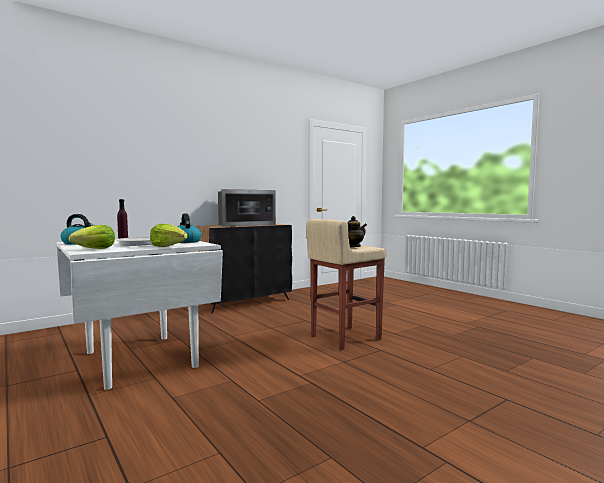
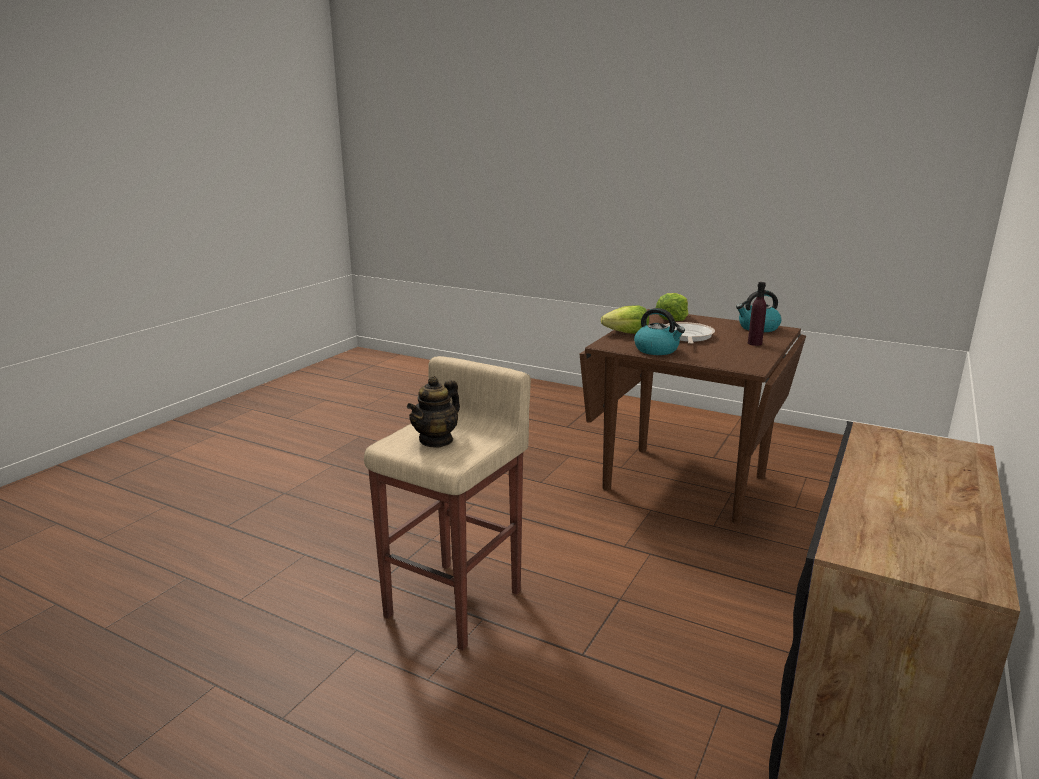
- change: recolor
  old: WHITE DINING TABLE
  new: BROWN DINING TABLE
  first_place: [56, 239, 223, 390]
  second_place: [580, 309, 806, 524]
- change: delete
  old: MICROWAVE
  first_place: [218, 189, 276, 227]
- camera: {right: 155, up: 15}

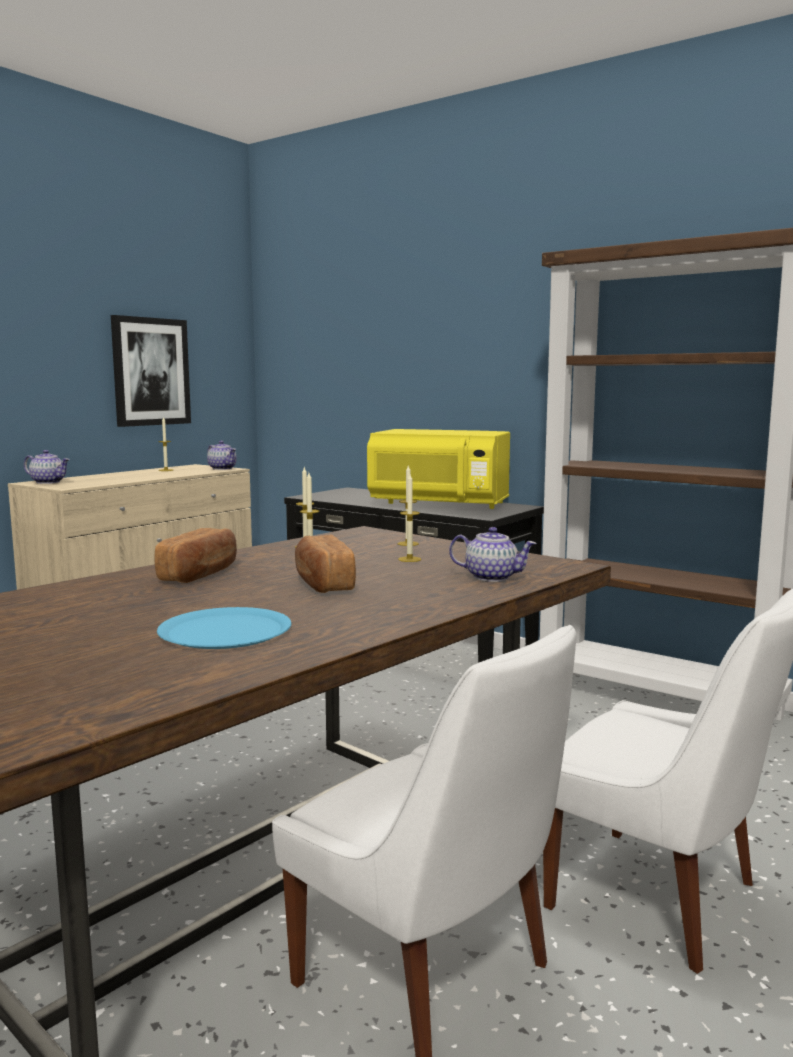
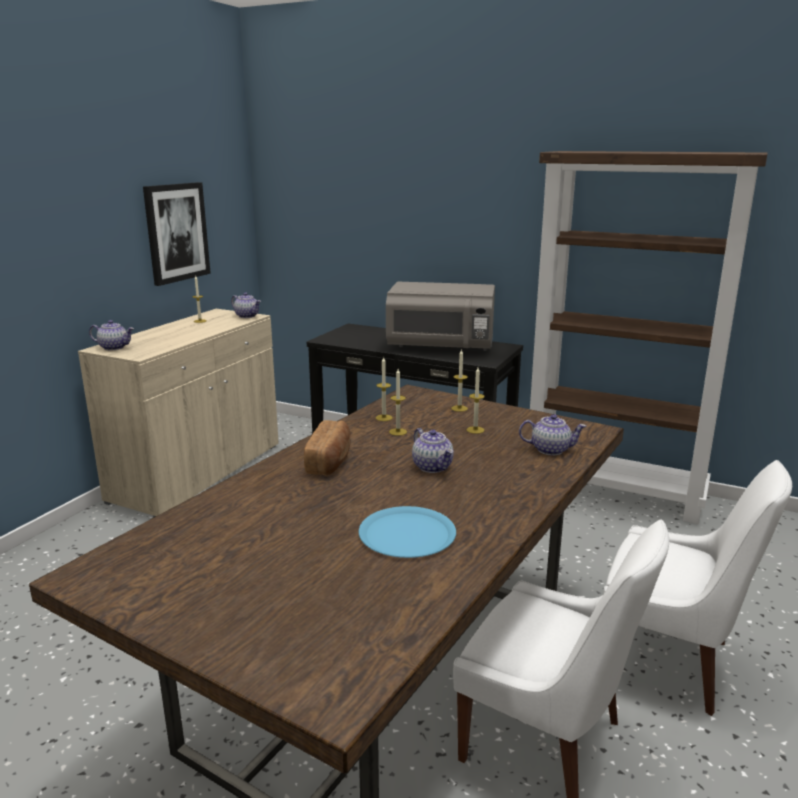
- change: replace
  old: BREAD
  new: TEAPOT
  first_place: [295, 534, 356, 593]
  second_place: [412, 428, 454, 473]
- change: recolor
  old: YELLOW MICROWAVE
  new: GREY MICROWAVE
  first_place: [367, 429, 510, 509]
  second_place: [386, 282, 495, 351]
- camera: {right: -10, up: 10}

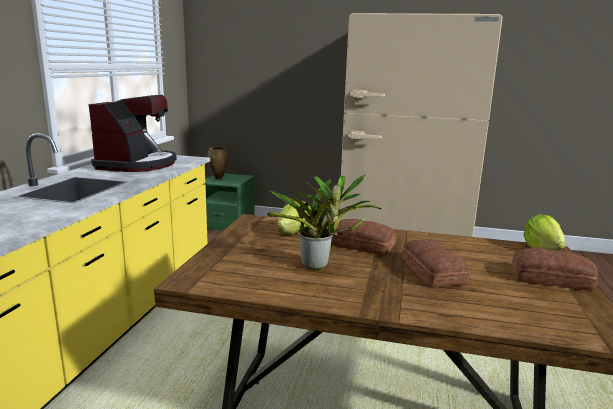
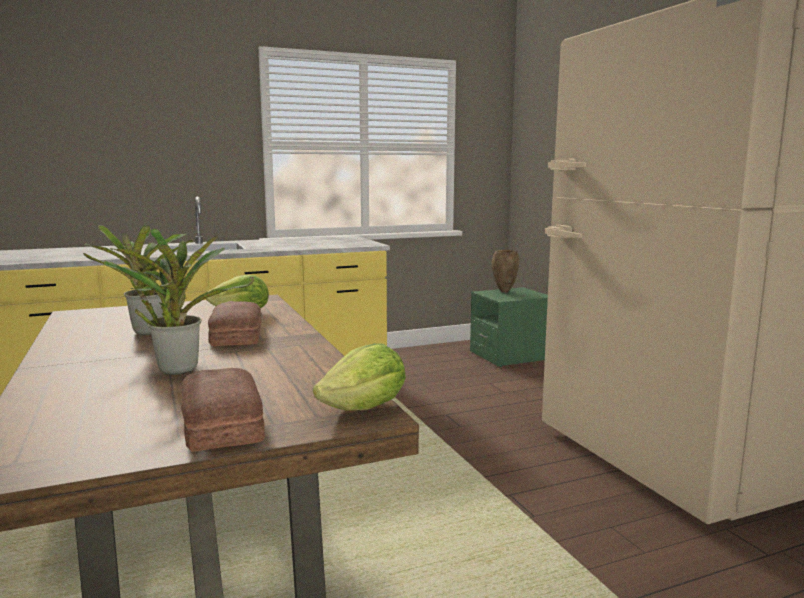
- change: delete
  old: COFFEE MACHINE
  first_place: [89, 95, 177, 172]
- change: replace
  old: BREAD
  new: POTTED PLANT
  first_place: [402, 239, 469, 287]
  second_place: [104, 228, 254, 375]
- camera: {right: 55, up: -5}

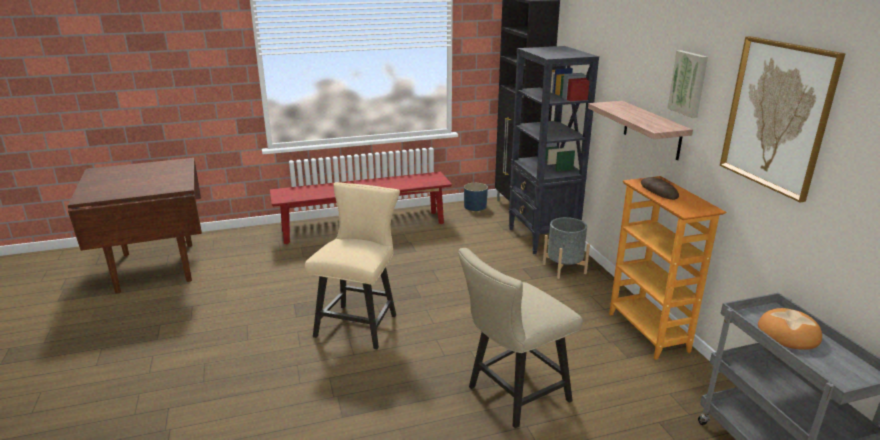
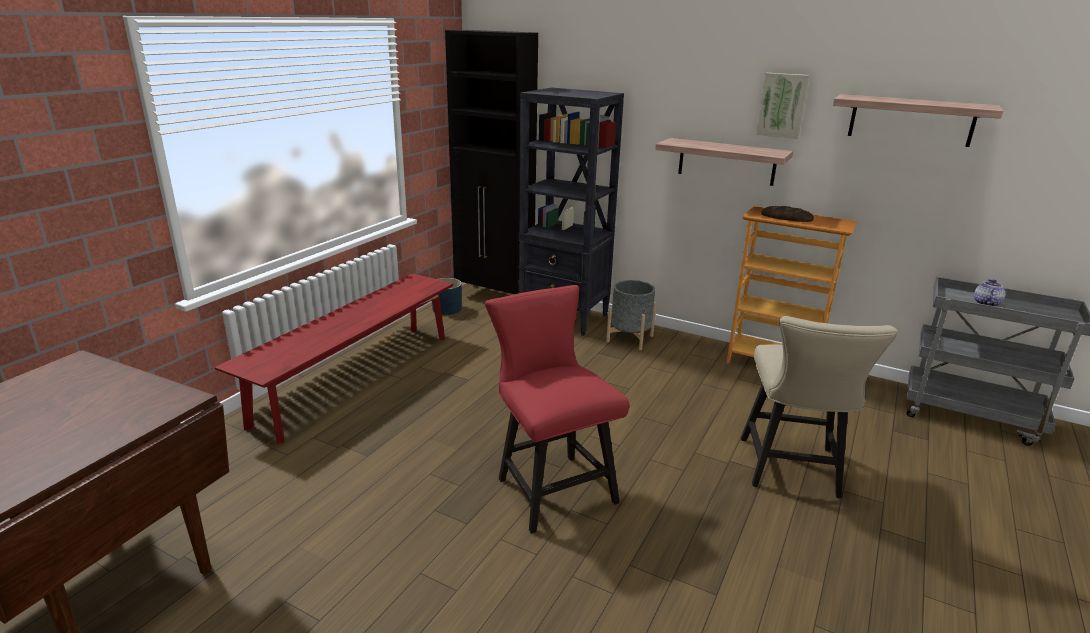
- change: recolor
  old: BEIGE CHAIR
  new: RED CHAIR
  first_place: [305, 182, 400, 349]
  second_place: [485, 285, 629, 534]
- change: replace
  old: PICTURE
  new: SHELF
  first_place: [720, 36, 846, 202]
  second_place: [833, 94, 1003, 147]
- change: replace
  old: BREAD
  new: TEAPOT
  first_place: [758, 308, 822, 350]
  second_place: [974, 279, 1006, 306]
- camera: {right: -45, up: 0}

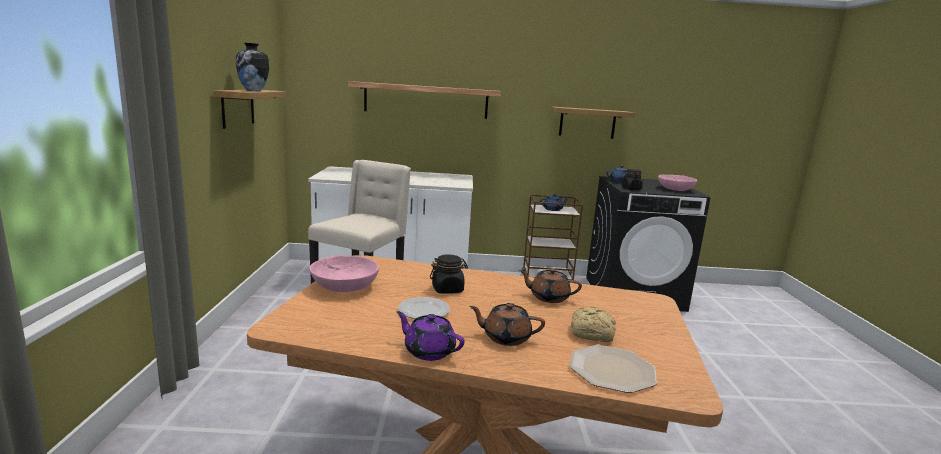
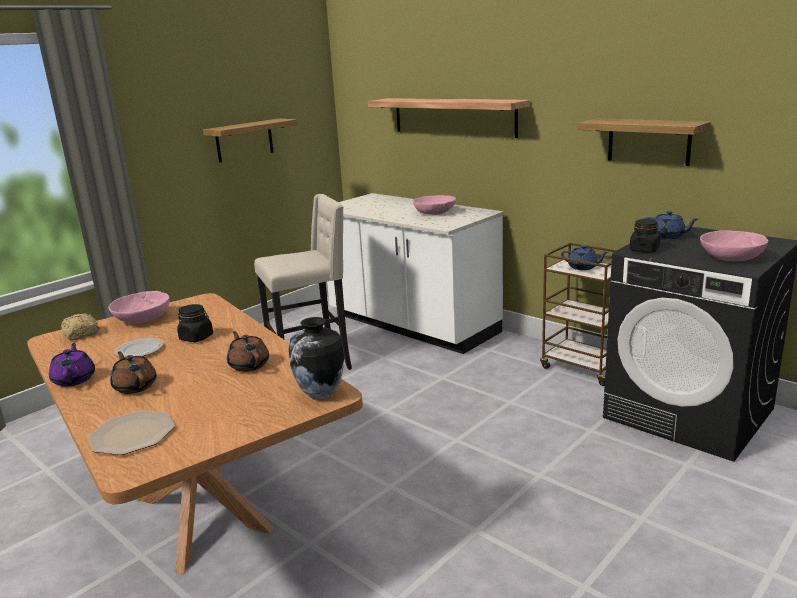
- change: move
  old: VASE
  first_place: [236, 43, 269, 91]
  second_place: [289, 317, 344, 400]
- change: move
  old: BREAD
  first_place: [571, 307, 616, 342]
  second_place: [61, 313, 100, 340]
- change: insert
  new: PINK BOWL
  second_place: [413, 195, 456, 215]
- camera: {right: 45, up: 5}

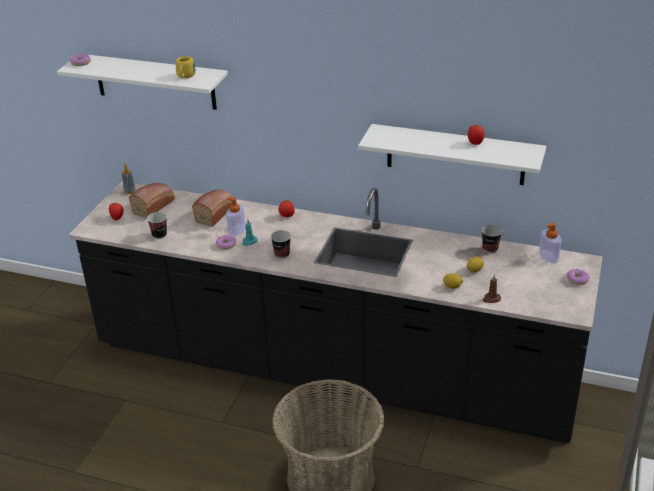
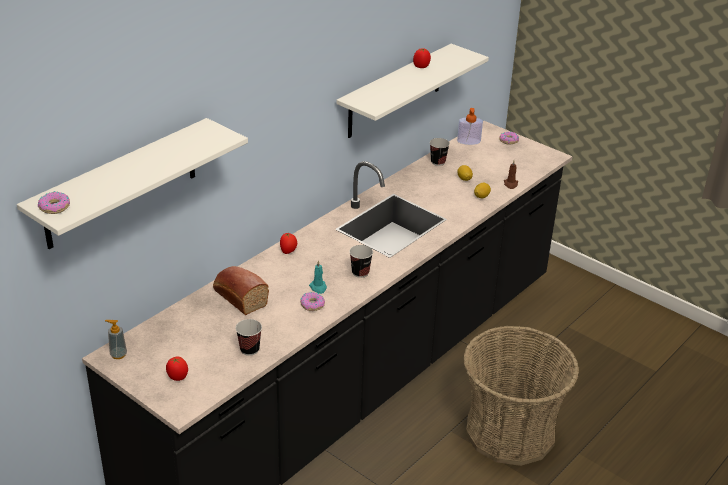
- change: delete
  old: BREAD
  first_place: [129, 183, 175, 219]
- change: delete
  old: YELLOW MUG
  first_place: [176, 56, 196, 78]
- change: delete
  old: SOAP DISPENSER
  first_place: [226, 197, 246, 236]
- camera: {right: -70, up: 0}

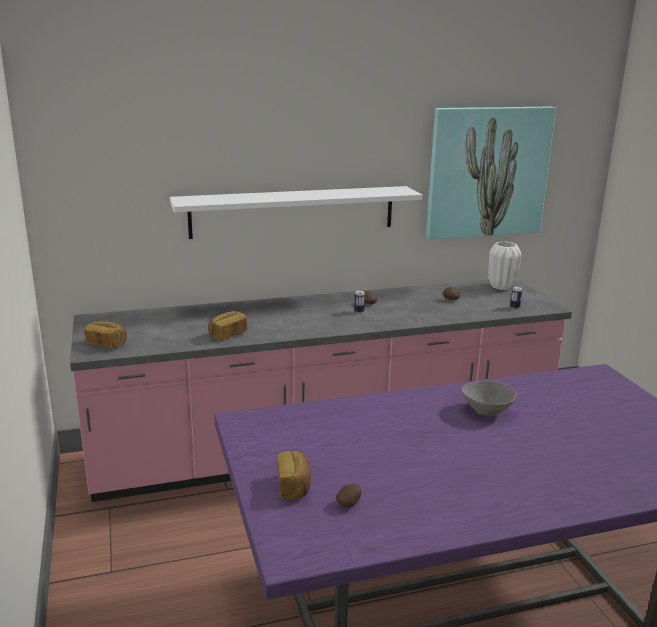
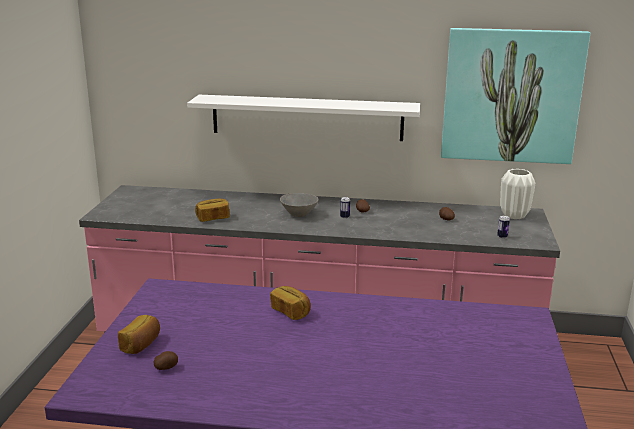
- change: move
  old: BREAD
  first_place: [84, 321, 127, 349]
  second_place: [270, 286, 311, 320]
- change: move
  old: GREY BOWL
  first_place: [462, 381, 516, 416]
  second_place: [280, 193, 318, 217]
- camera: {right: 25, up: 0}

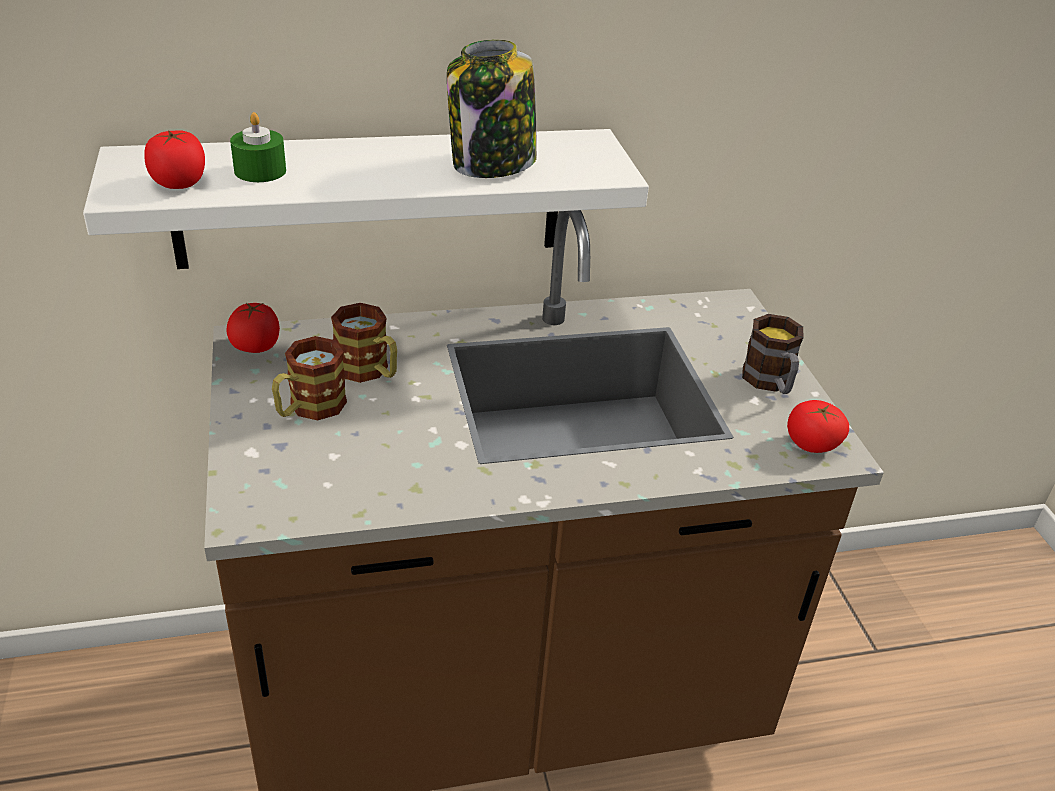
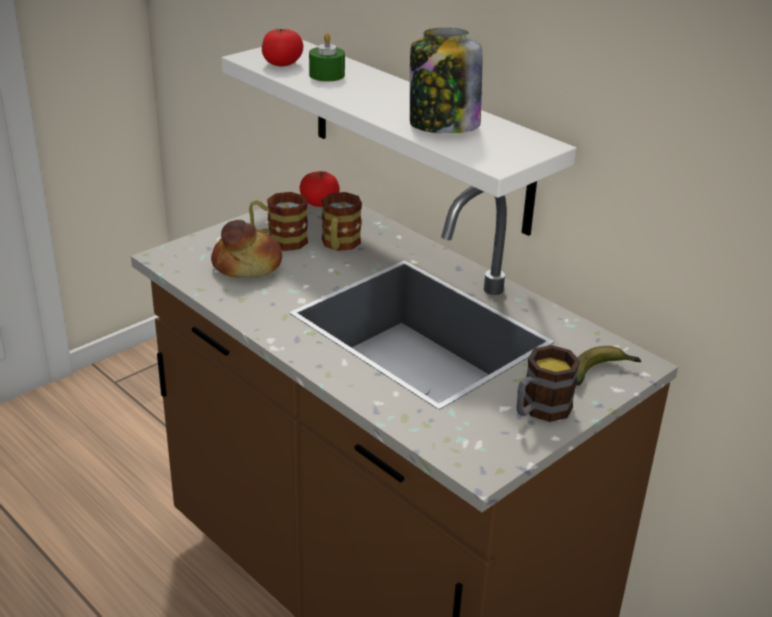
- change: delete
  old: TOMATO
  first_place: [787, 400, 849, 453]
- change: insert
  new: BREAD
  second_place: [211, 220, 282, 278]
- change: insert
  new: BANANA
  second_place: [576, 346, 641, 386]
- camera: {right: 60, up: -5}

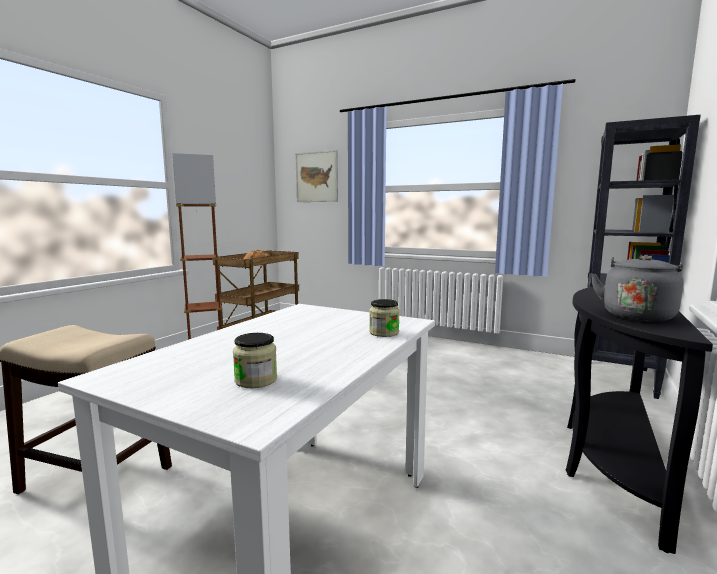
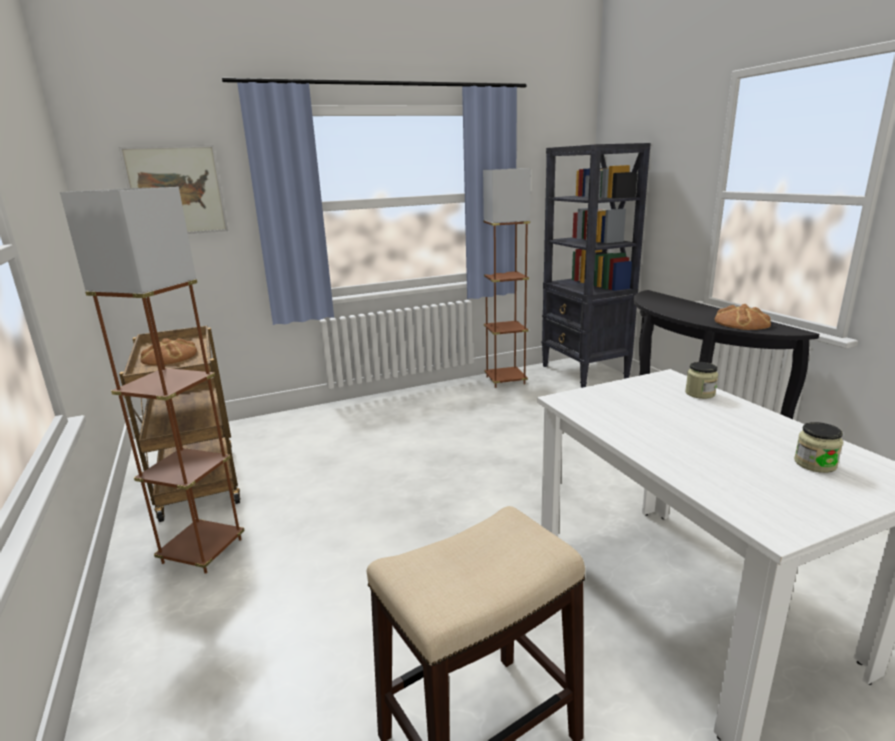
- change: replace
  old: GREY KETTLE
  new: BREAD
  first_place: [591, 255, 683, 322]
  second_place: [715, 304, 771, 330]
- change: insert
  new: BROWN FLOOR LAMP
  second_place: [483, 168, 531, 388]
- camera: {right: -50, up: 10}

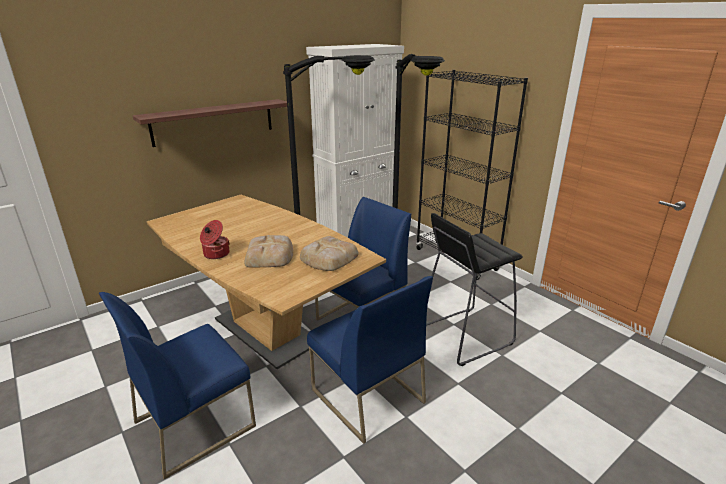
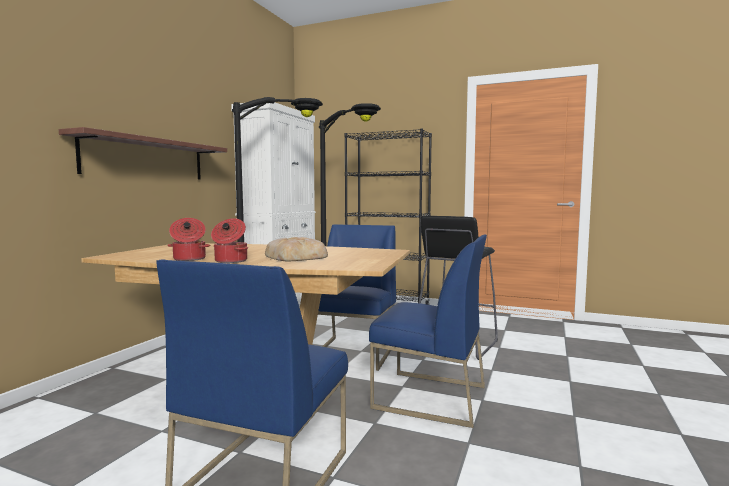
- change: delete
  old: BREAD
  first_place: [300, 236, 359, 271]
- change: insert
  new: COOKING POT
  second_place: [167, 218, 210, 261]
- camera: {right: -30, up: -20}

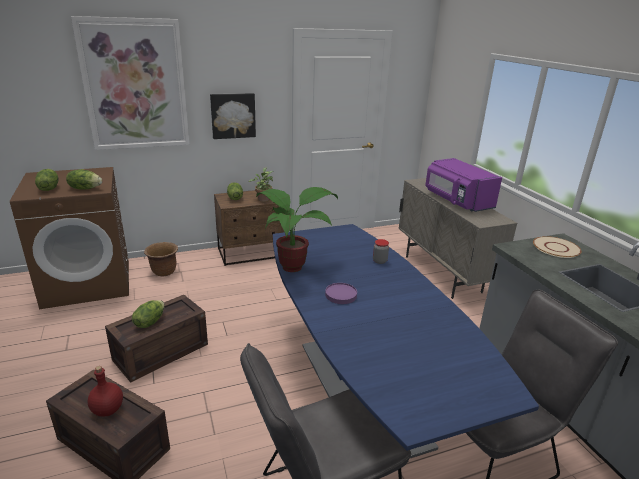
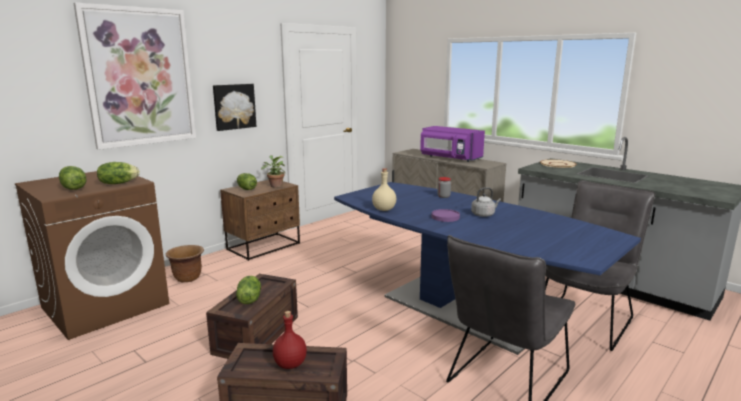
- change: replace
  old: POTTED PLANT
  new: BEIGE BOTTLE
  first_place: [256, 187, 338, 272]
  second_place: [372, 168, 396, 211]
- change: insert
  new: GREY KETTLE
  second_place: [471, 187, 501, 217]
- camera: {right: -25, up: -10}

